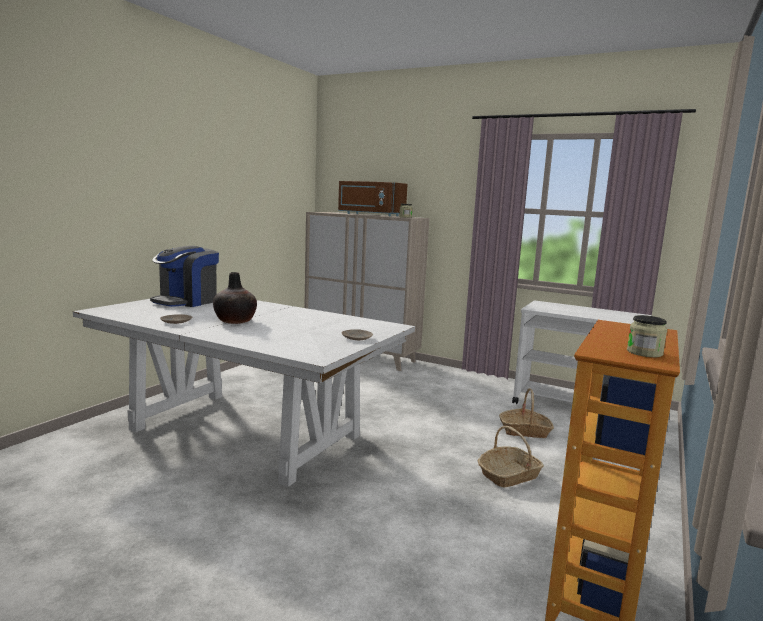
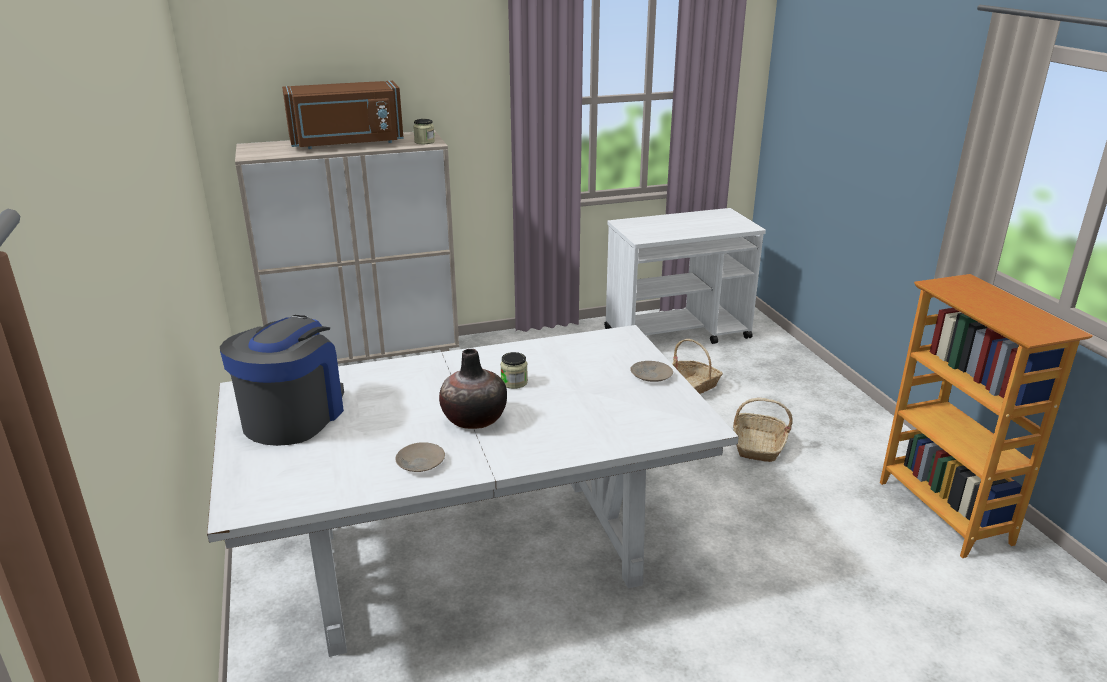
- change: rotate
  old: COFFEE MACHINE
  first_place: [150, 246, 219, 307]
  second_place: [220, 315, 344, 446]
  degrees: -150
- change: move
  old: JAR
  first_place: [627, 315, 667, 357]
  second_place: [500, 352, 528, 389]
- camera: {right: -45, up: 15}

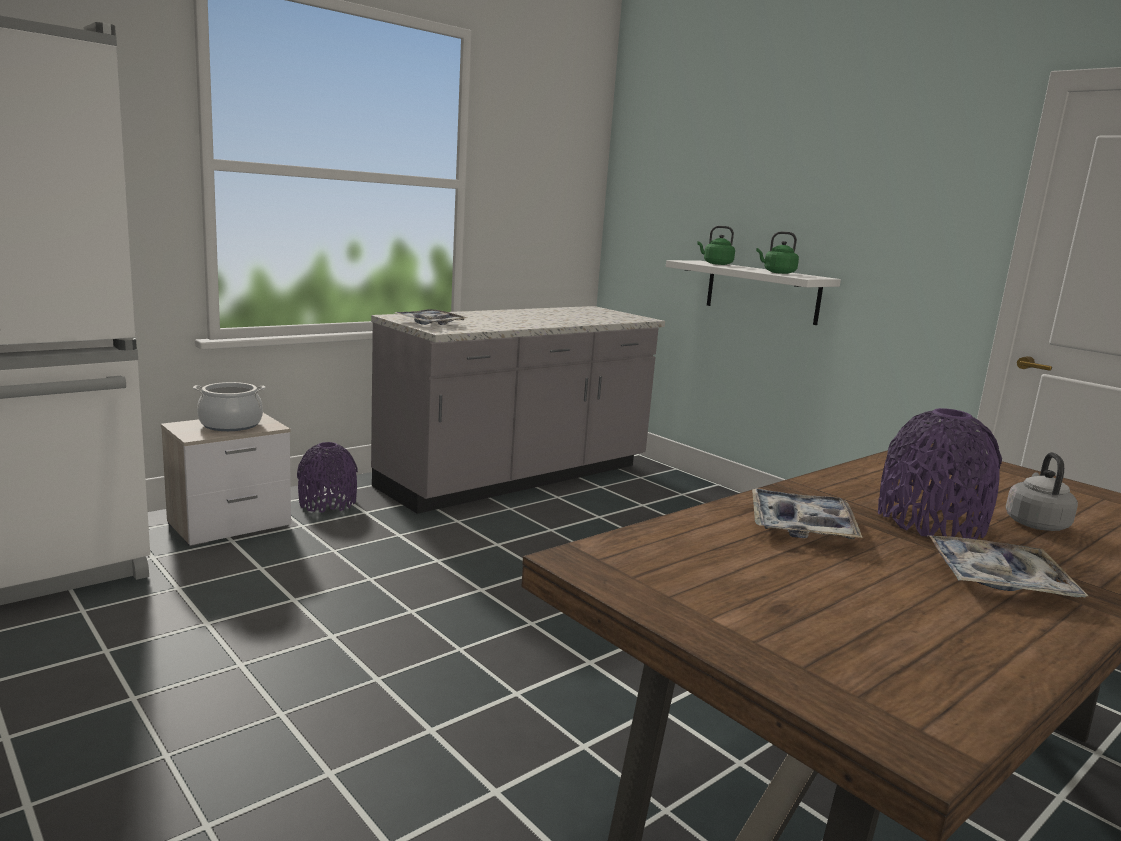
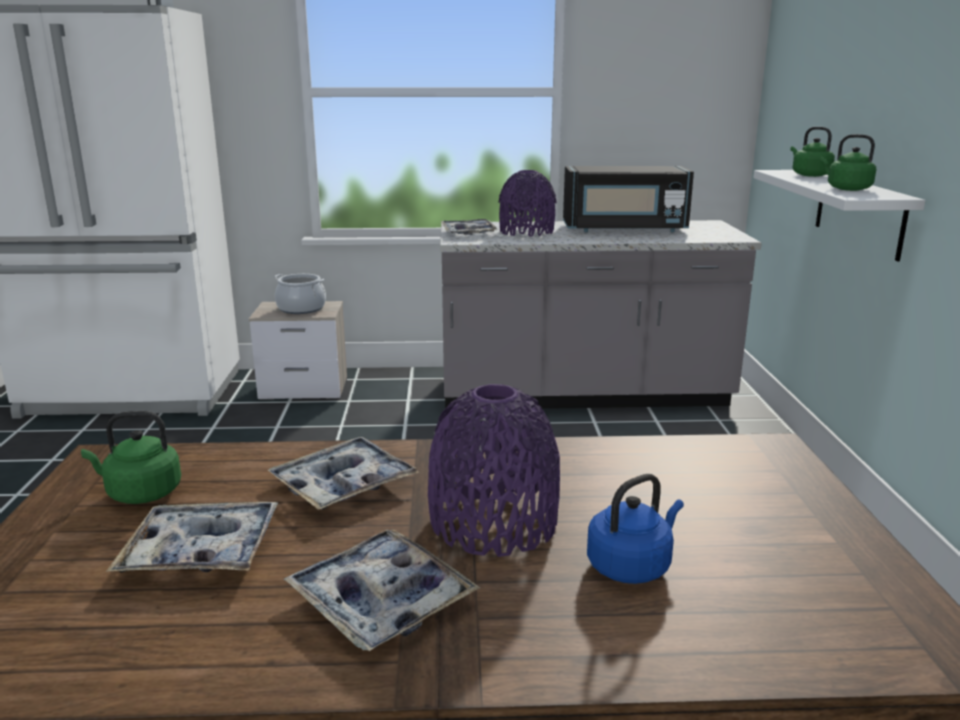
- change: move
  old: PURPLE VASE
  first_place: [297, 442, 358, 513]
  second_place: [498, 170, 557, 237]
- change: recolor
  old: GREY KETTLE
  new: BLUE KETTLE
  first_place: [1006, 452, 1078, 531]
  second_place: [587, 474, 684, 584]
- change: insert
  new: GREEN KETTLE
  second_place: [81, 411, 181, 504]
- change: insert
  new: TRAY
  second_place: [107, 502, 278, 573]
- change: insert
  new: BLACK MICROWAVE
  second_place: [563, 166, 694, 232]
- camera: {right: 40, up: 5}

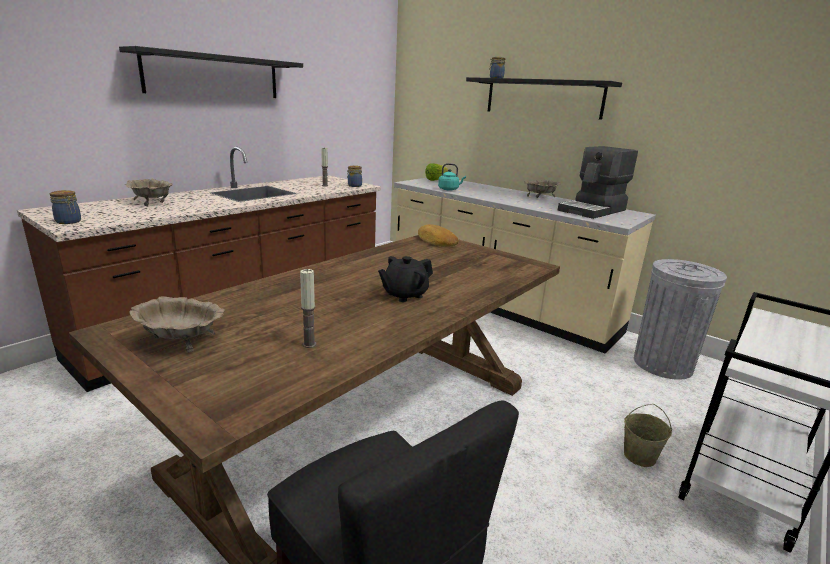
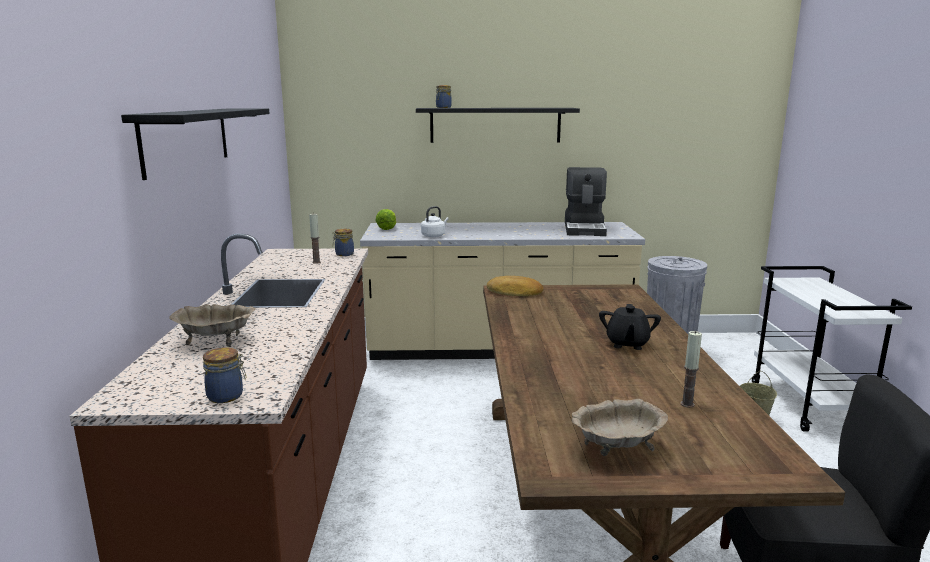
- change: recolor
  old: TURQUOISE KETTLE
  new: WHITE KETTLE
  first_place: [438, 163, 466, 191]
  second_place: [421, 206, 449, 237]
- change: delete
  old: BEIGE BOWL
  first_place: [524, 180, 561, 198]
- camera: {right: -40, up: -5}

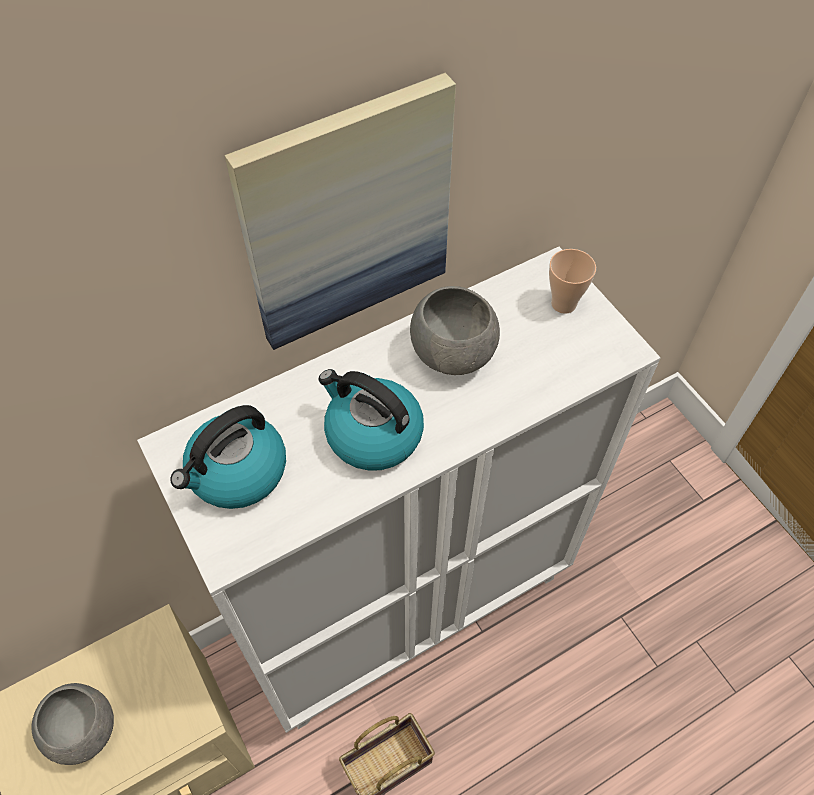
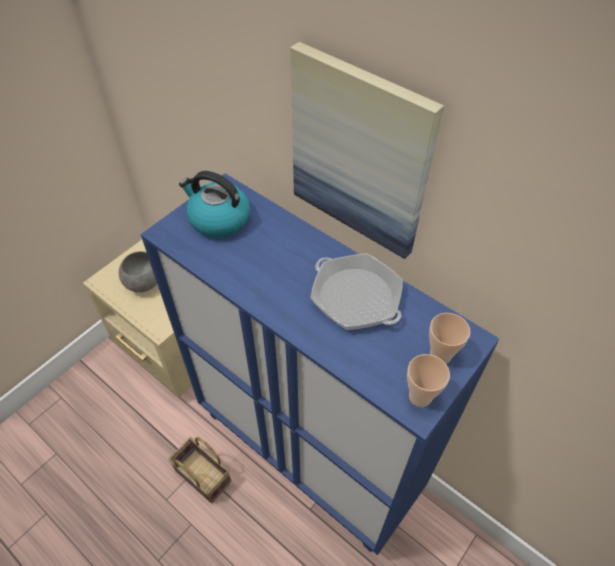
- change: recolor
  old: WHITE CABINET
  new: BLUE CABINET
  first_place: [137, 247, 660, 733]
  second_place: [141, 173, 499, 555]
- change: delete
  old: KETTLE
  first_place: [319, 369, 424, 471]
- change: replace
  old: GREY BOWL
  new: FRYING PAN
  first_place: [410, 286, 500, 375]
  second_place: [310, 253, 403, 330]
- change: insert
  new: CUP
  second_place: [407, 354, 450, 407]
- camera: {right: 70, up: -5}

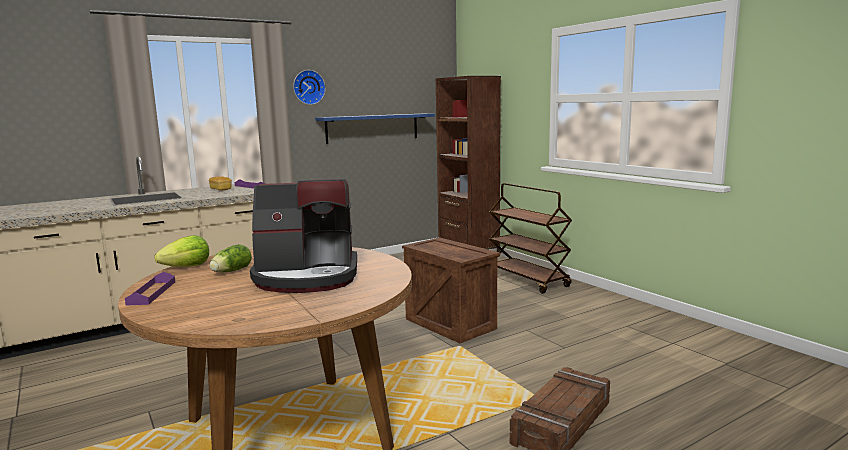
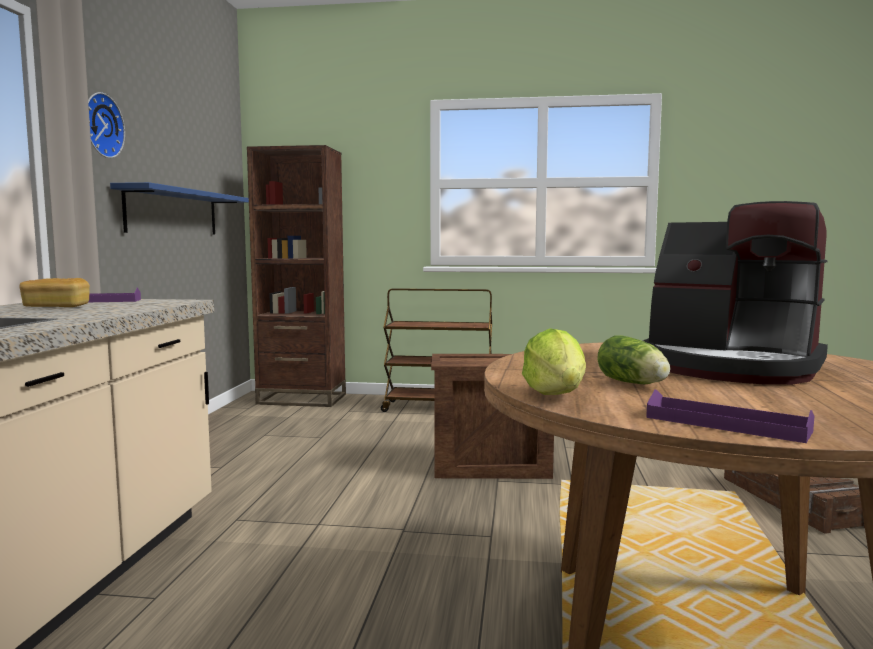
- change: rotate
  old: COFFEE MACHINE
  first_place: [250, 179, 357, 293]
  second_place: [643, 201, 828, 385]
  degrees: 90
- camera: {right: -50, up: -5}

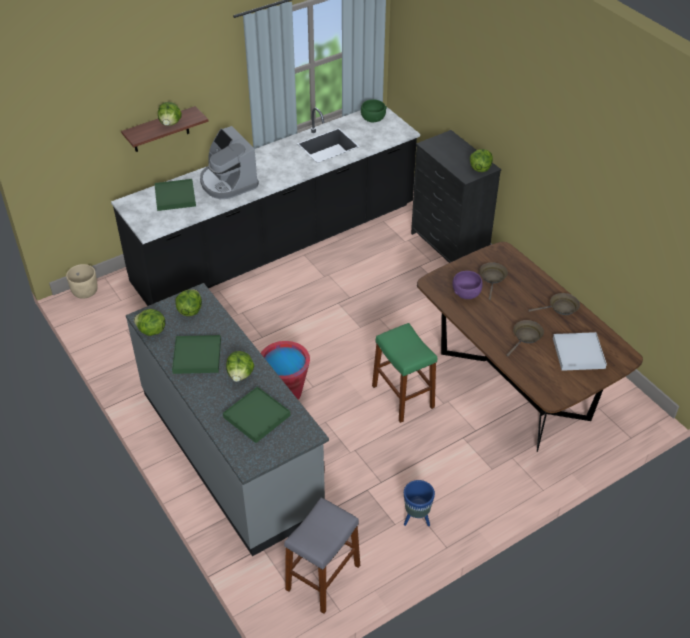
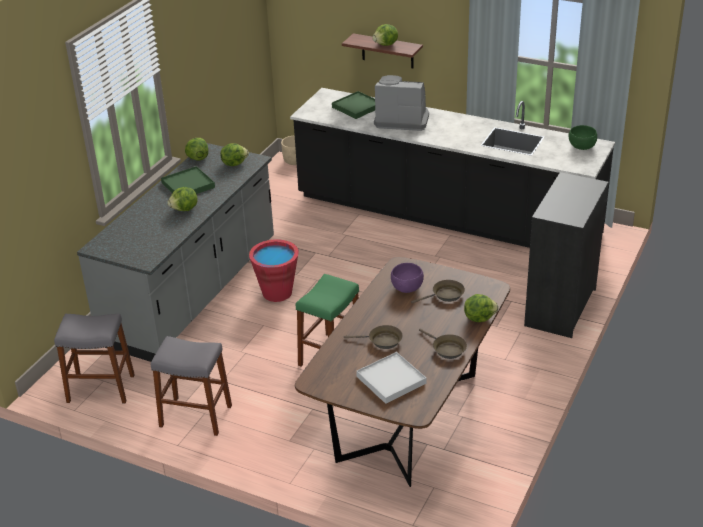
- change: rotate
  old: COFFEE MACHINE
  first_place: [200, 126, 259, 199]
  second_place: [374, 75, 429, 131]
  degrees: 75
- change: delete
  old: GREEN TRAY
  first_place: [223, 386, 291, 443]
- change: replace
  old: BLUE PLANTER
  new: GREY STOOL
  first_place: [404, 480, 435, 526]
  second_place: [151, 336, 232, 436]
- change: move
  old: LETTUCE
  first_place: [470, 149, 493, 172]
  second_place: [464, 294, 499, 322]
- camera: {right: 60, up: -10}

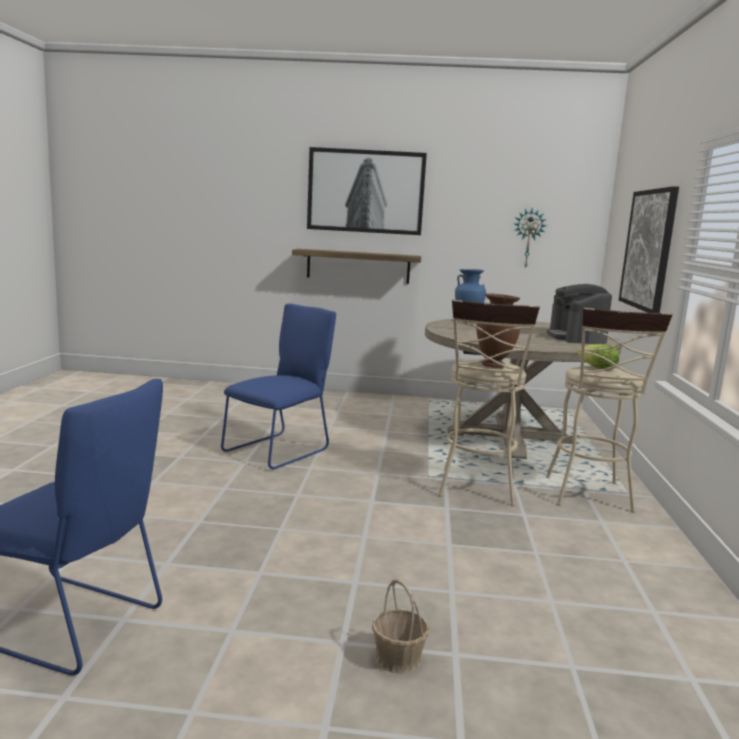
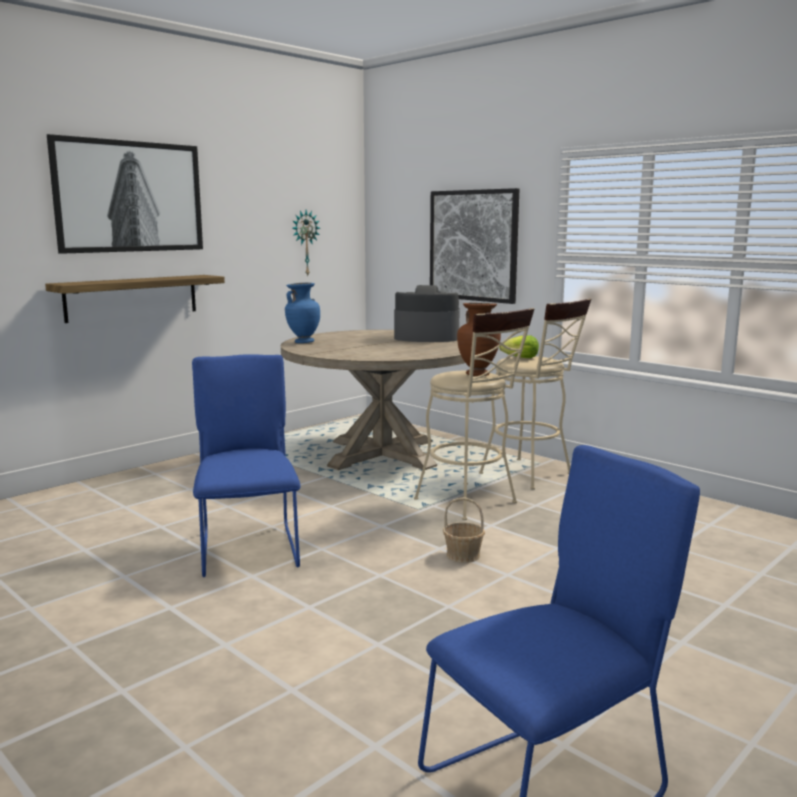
- change: move
  old: BASKET
  first_place: [372, 579, 429, 674]
  second_place: [443, 497, 485, 563]
- change: rotate
  old: COFFEE MACHINE
  first_place: [547, 284, 612, 344]
  second_place: [394, 285, 460, 342]
  degrees: 150
- camera: {right: -50, up: 0}

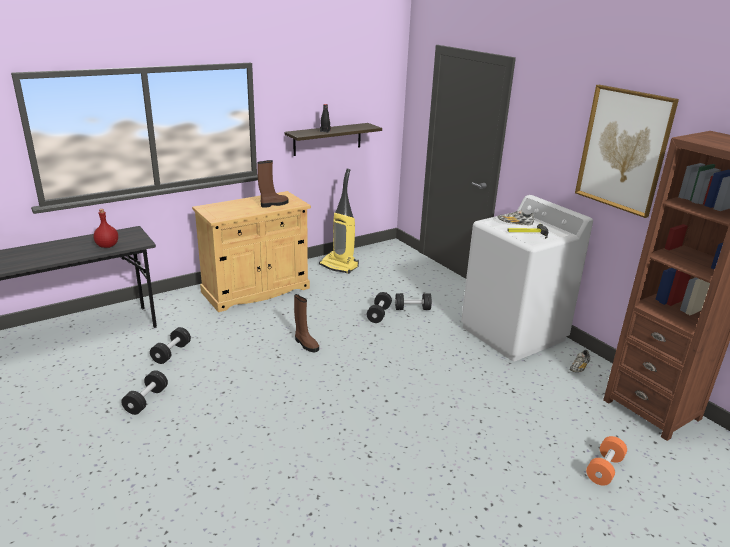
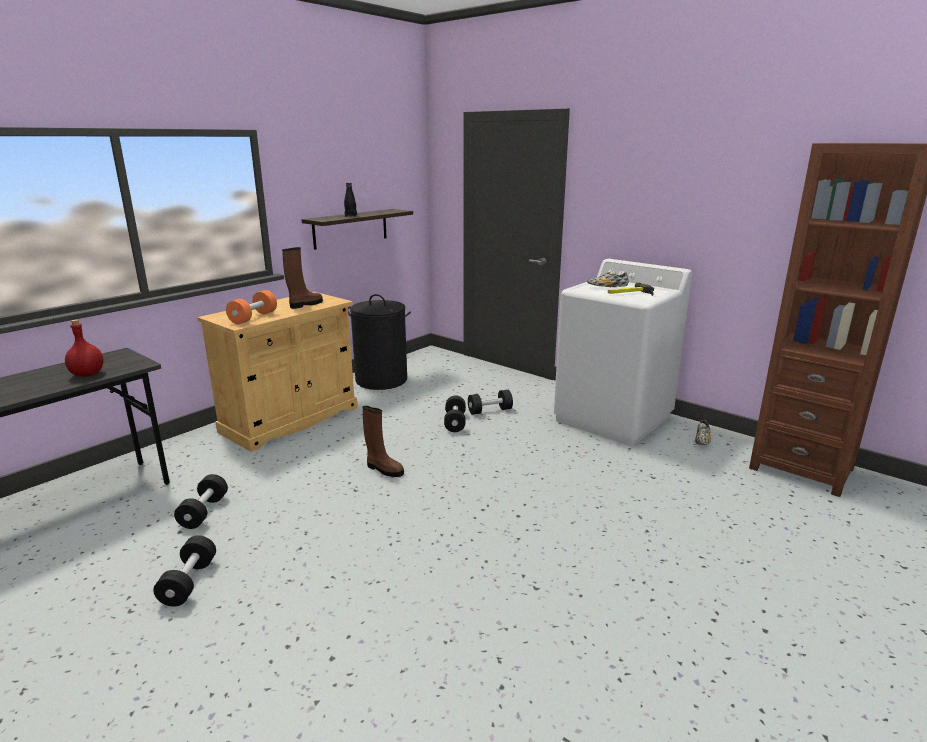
- change: replace
  old: VACUUM CLEANER
  new: BLACK LAUNDRY BASKET
  first_place: [319, 169, 359, 274]
  second_place: [348, 294, 411, 390]
- change: delete
  old: PICTURE
  first_place: [575, 85, 679, 218]
- change: move
  old: ORANGE DUMBBELL
  first_place: [586, 436, 627, 486]
  second_place: [226, 290, 277, 324]
- camera: {right: -15, up: -5}

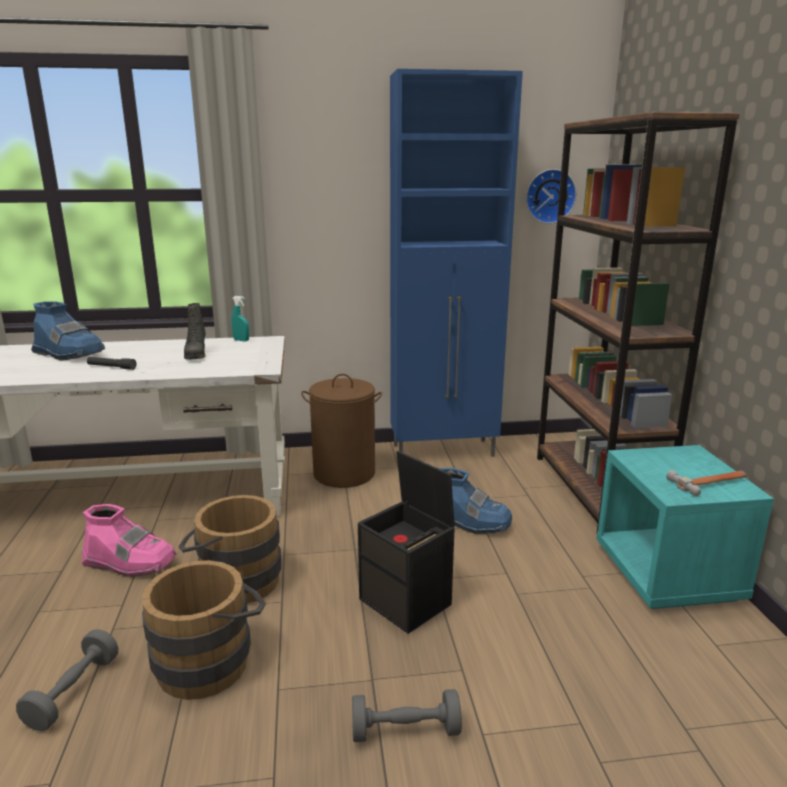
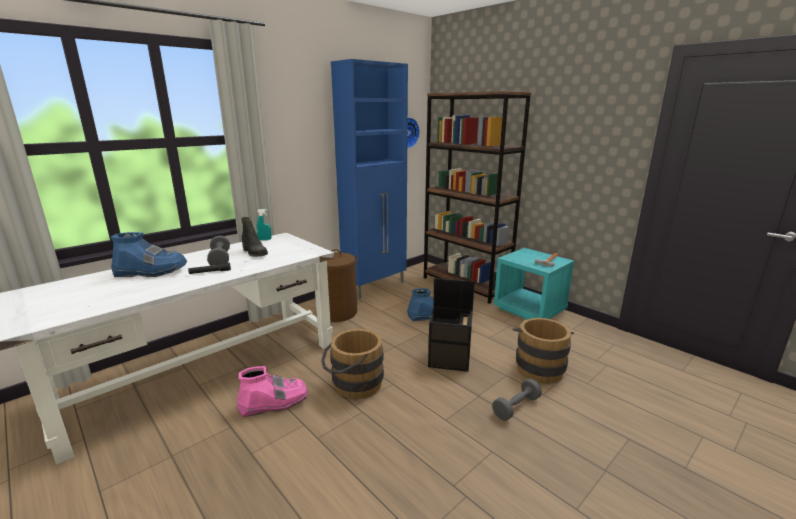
- change: move
  old: GREY DUMBBELL
  first_place: [16, 629, 118, 731]
  second_place: [207, 236, 230, 266]
- change: move
  old: BROWN BUCKET
  first_place: [142, 560, 266, 700]
  second_place: [512, 318, 574, 384]
- camera: {right: -35, up: 0}

